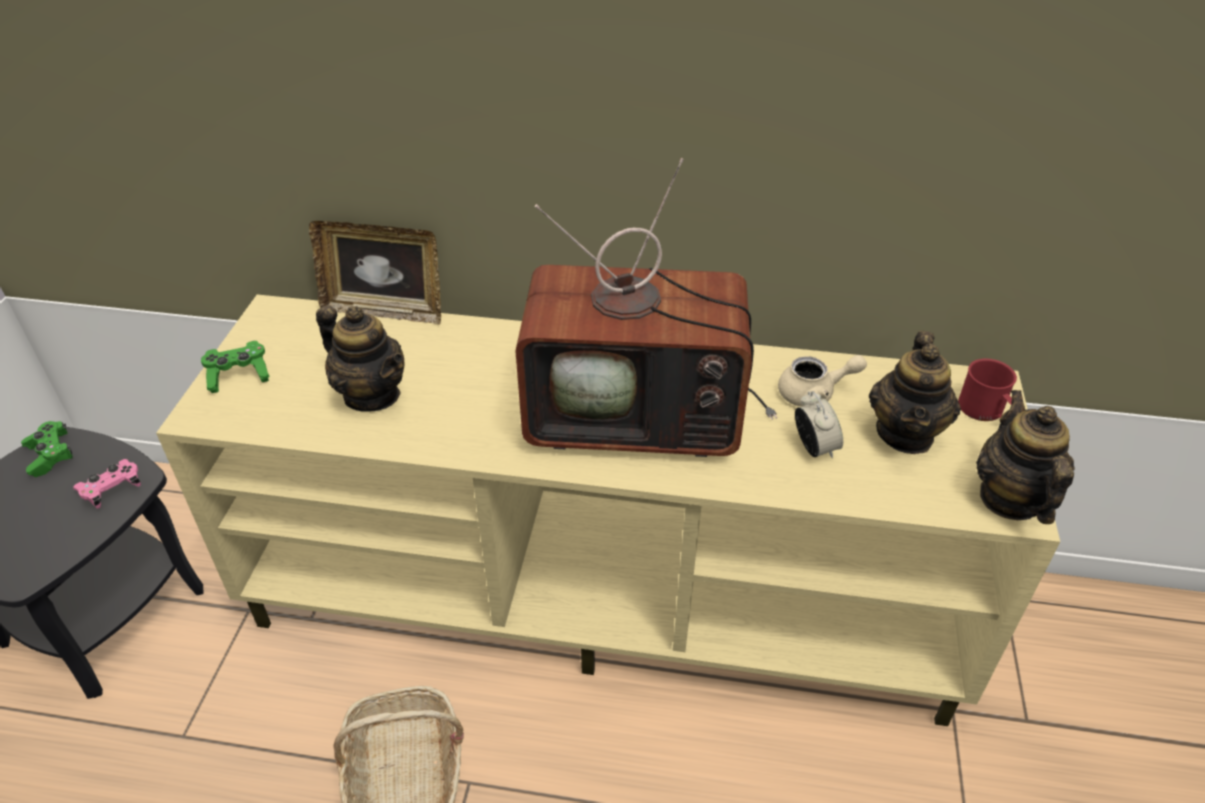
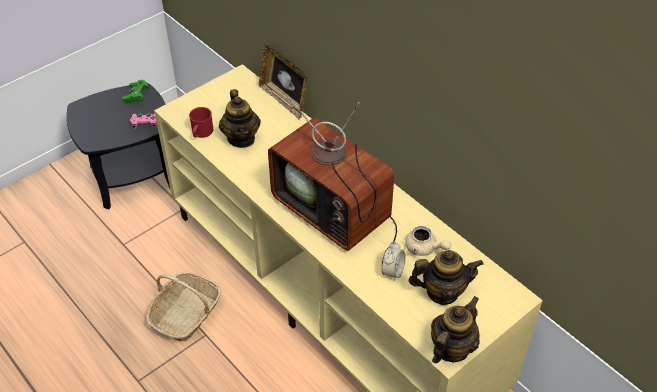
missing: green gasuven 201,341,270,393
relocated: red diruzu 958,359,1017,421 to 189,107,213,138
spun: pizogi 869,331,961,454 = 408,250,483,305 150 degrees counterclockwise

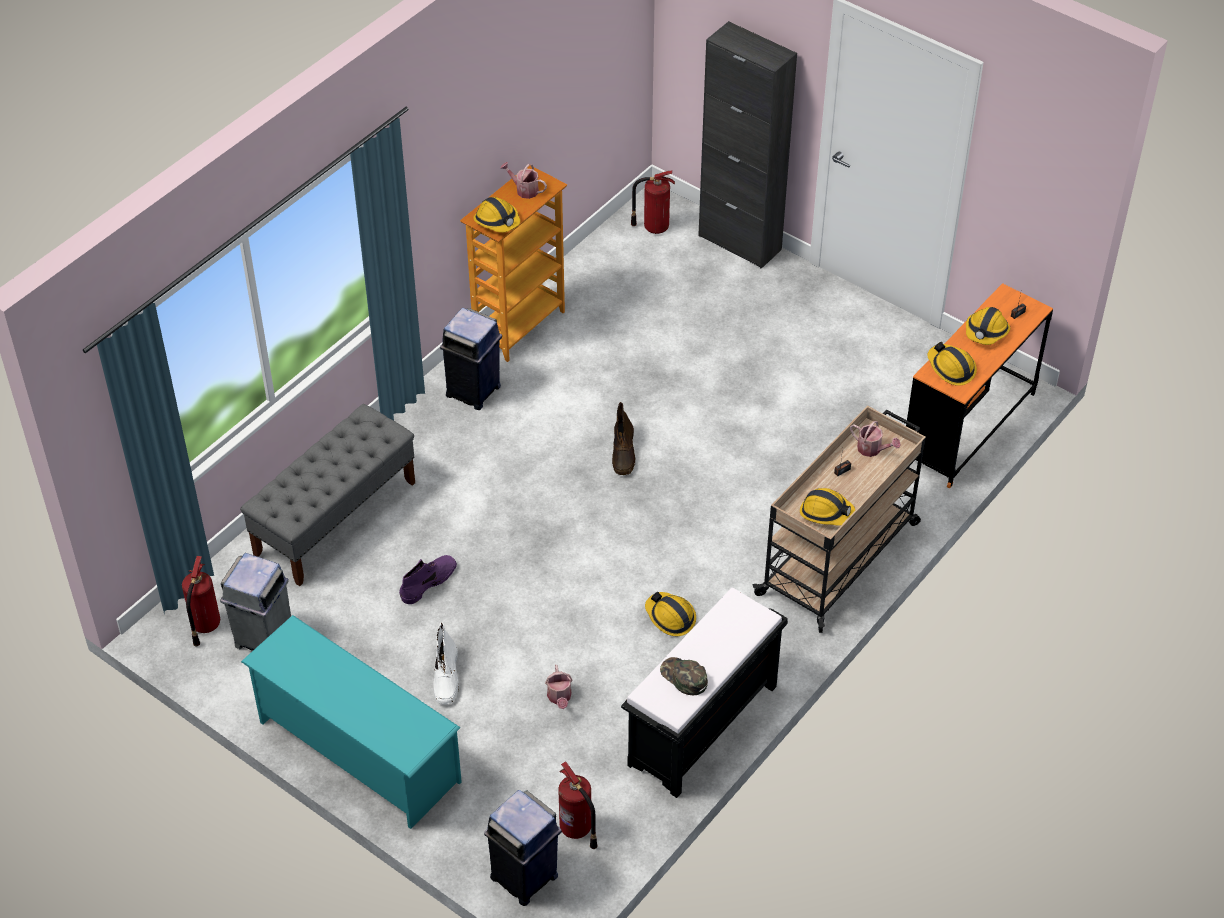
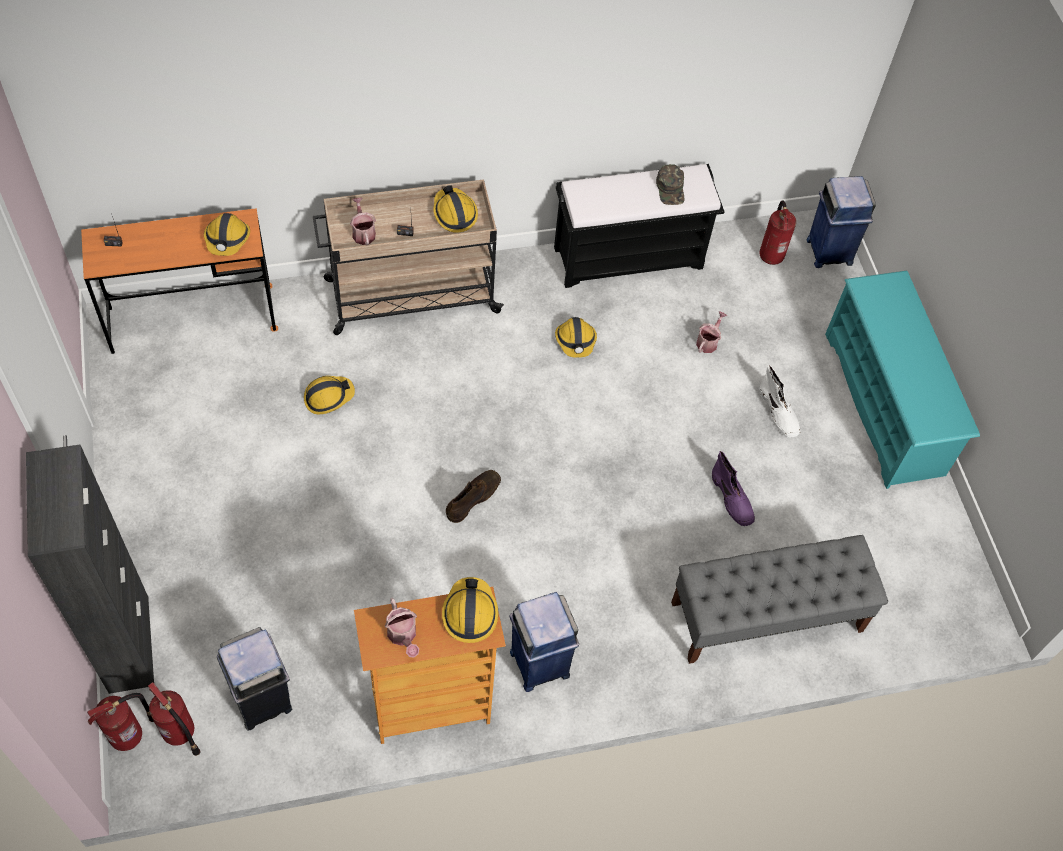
relocated: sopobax 182,556,220,646 to 87,693,154,751; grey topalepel 220,553,291,651 to 217,627,292,730; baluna 966,307,1010,345 to 304,376,355,414
spun: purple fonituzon 399,555,457,604 = 712,451,755,526 105 degrees counterclockwise; white fonituzon 434,622,459,705 = 760,365,800,438 120 degrees clockwise

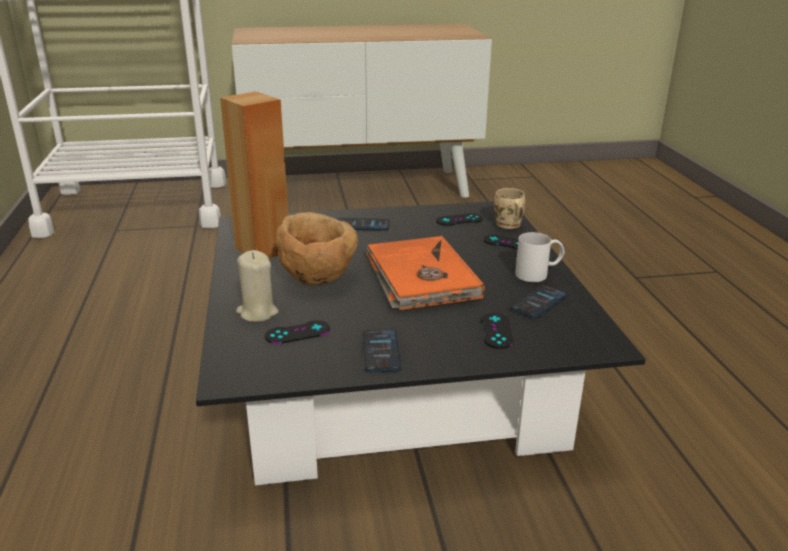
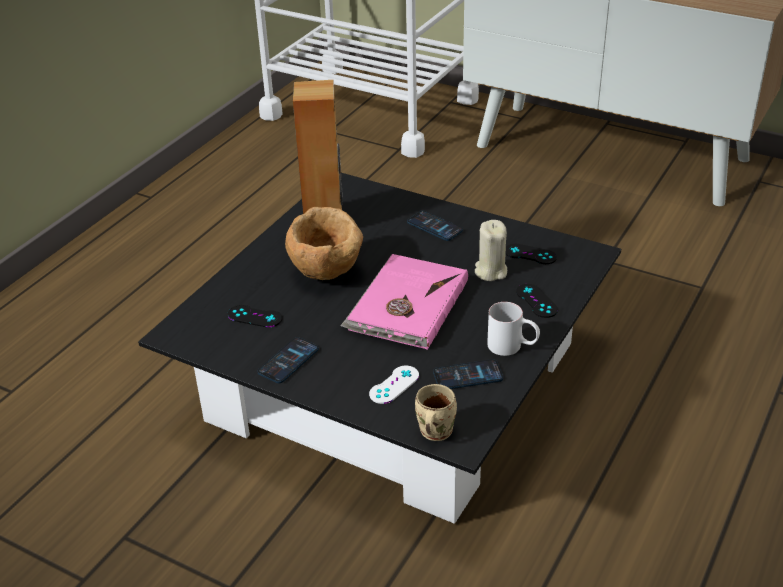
relocated: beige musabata 236,250,279,322 to 475,220,507,281; beige diruzu 494,188,525,229 to 415,384,457,441
colour: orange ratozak 366,236,485,310 to pink ratozak 340,254,468,350; black gasuven 481,313,513,349 to white gasuven 369,366,419,404

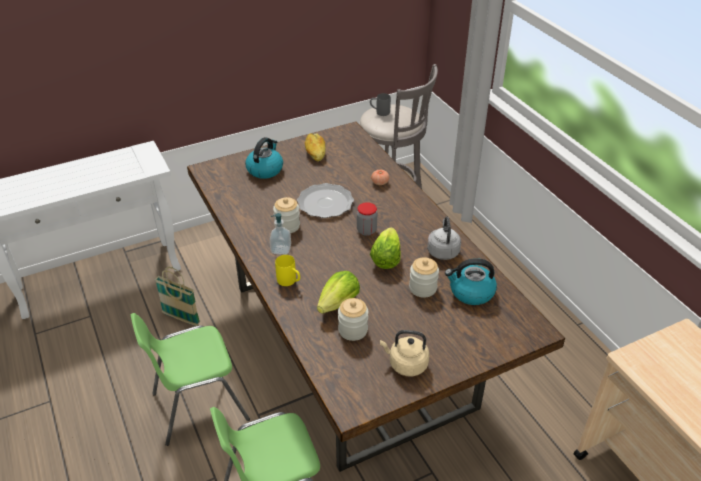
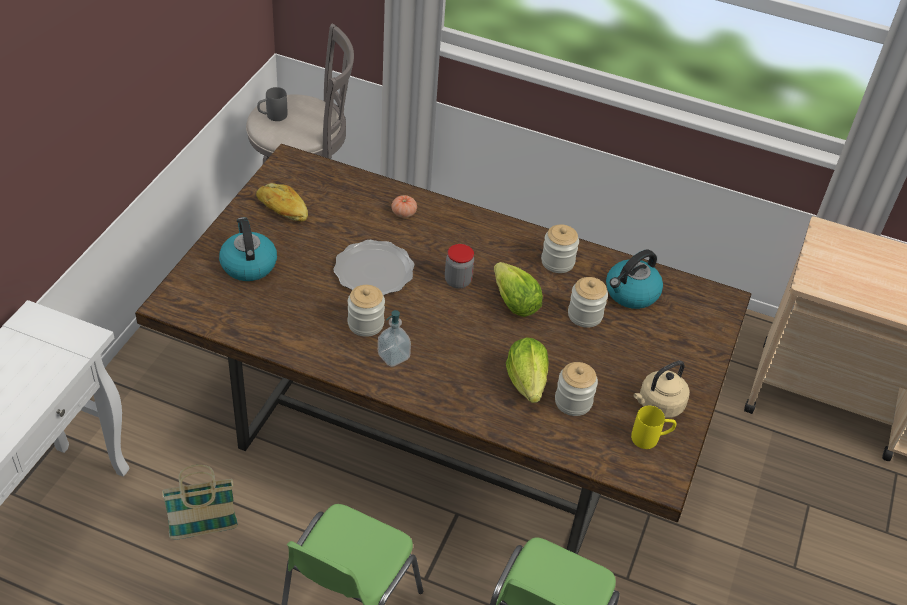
relocated: yellow diruzu 275,255,300,286 to 631,406,676,449
exchanged: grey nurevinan 427,216,461,260 to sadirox 541,224,579,273

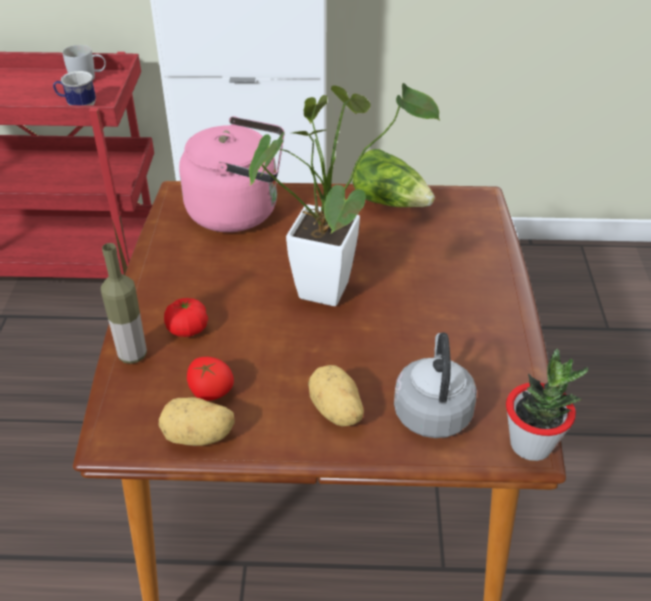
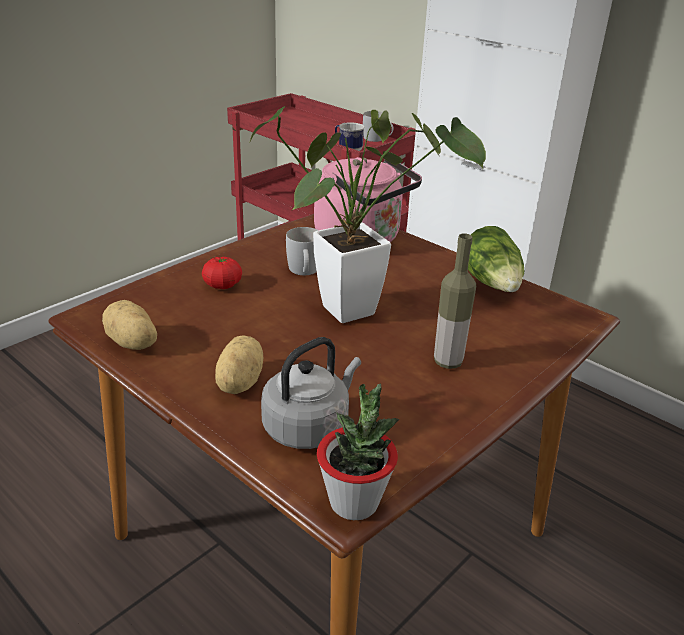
missing: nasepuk 187,357,234,401
appeared: white diruzu 286,227,318,275
relocated: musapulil 101,243,147,364 to 434,233,476,369

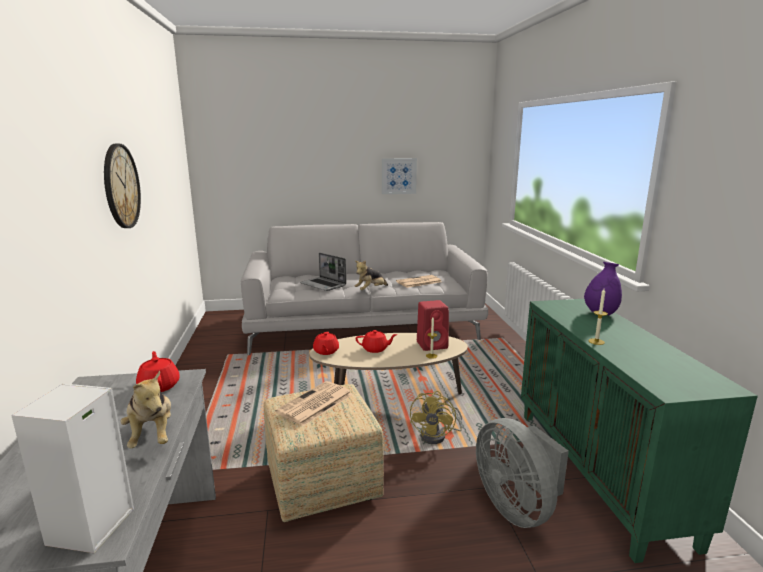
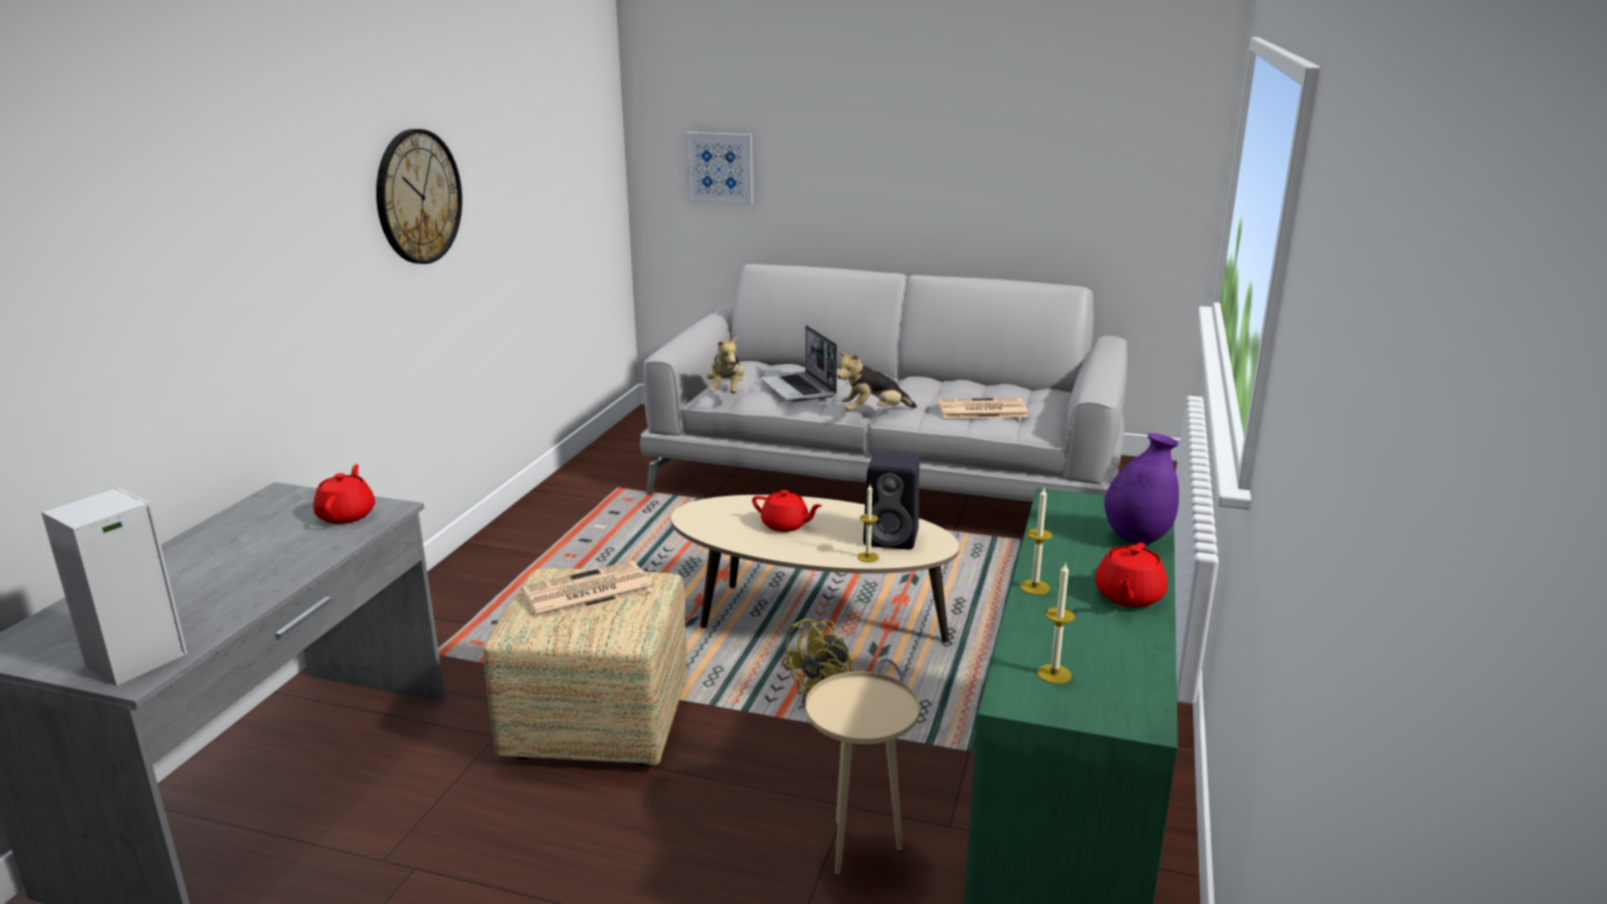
appeared: musabata 1037,562,1075,684
relocated: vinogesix 120,371,171,448 to 707,336,744,394; red pizogi 313,332,339,355 to 1095,542,1167,607; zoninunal 382,158,417,194 to 685,132,753,205
exchanged: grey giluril 476,418,569,528 to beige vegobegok 805,671,920,876
colour: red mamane 417,300,449,351 to black mamane 863,452,920,550

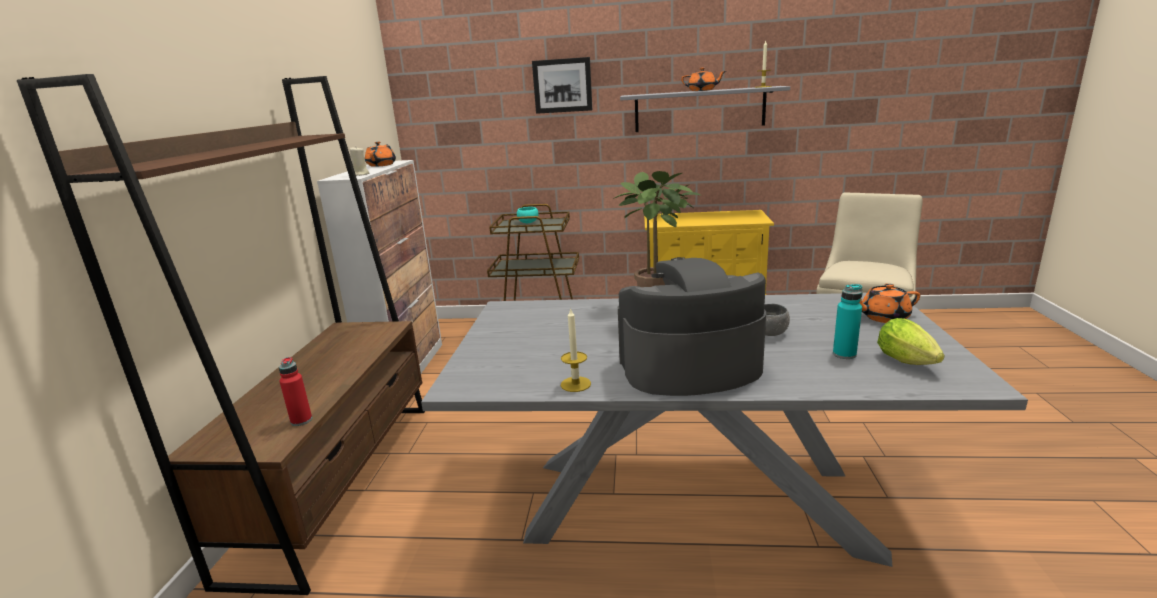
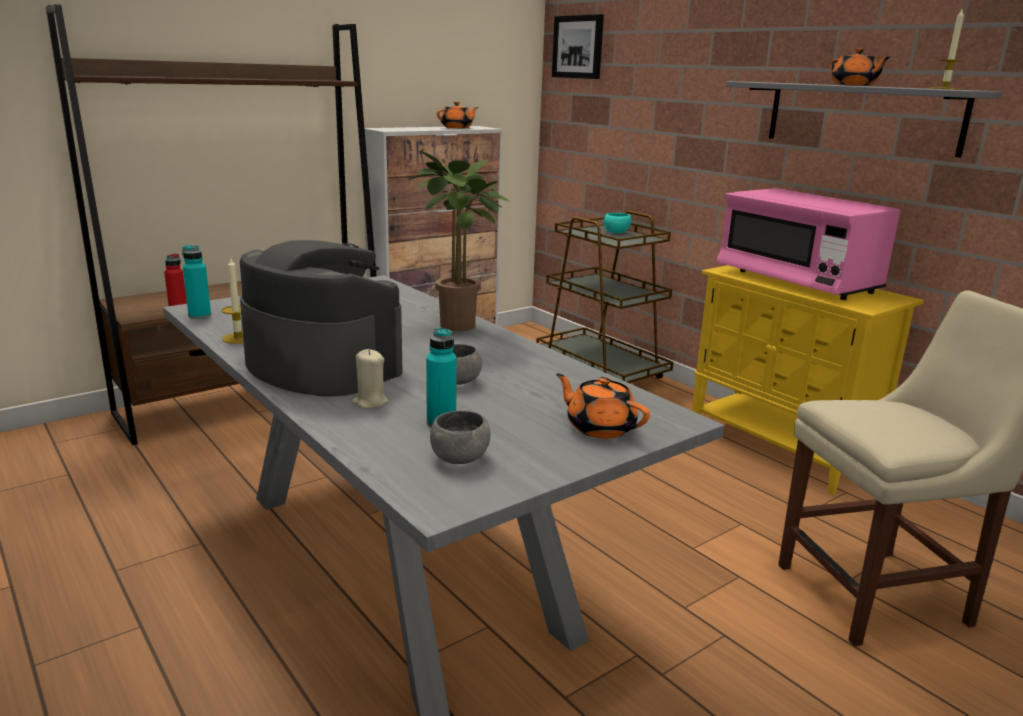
appeared: turquoise musapulil 182,245,211,319; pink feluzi 717,188,900,300
relocated: beige musabata 350,147,369,176 to 352,349,389,409; zoninunal 532,57,592,114 to 552,14,604,79
exchanged: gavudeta 877,318,945,365 to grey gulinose 430,411,490,464

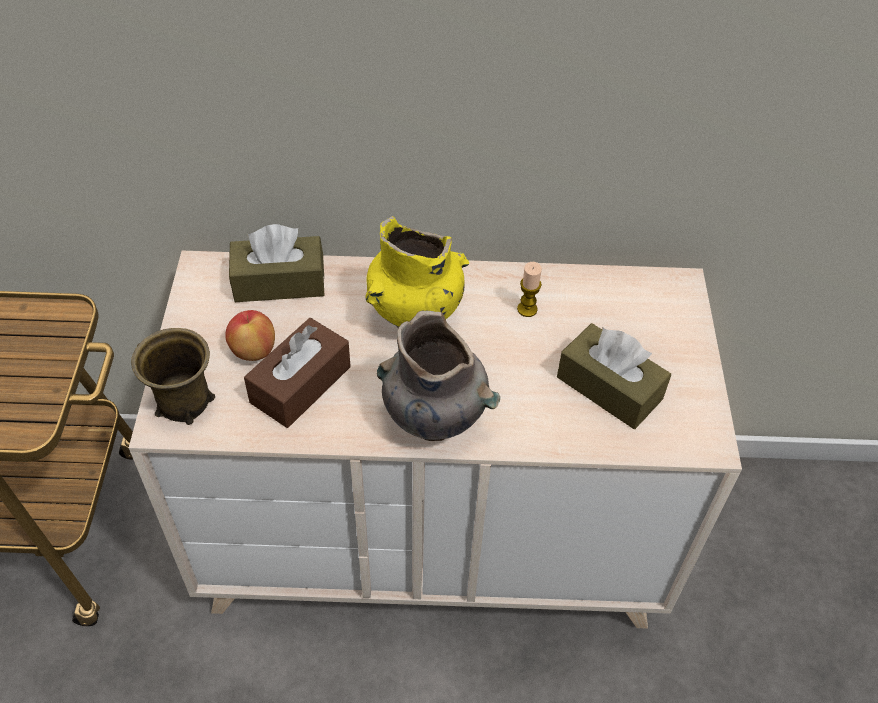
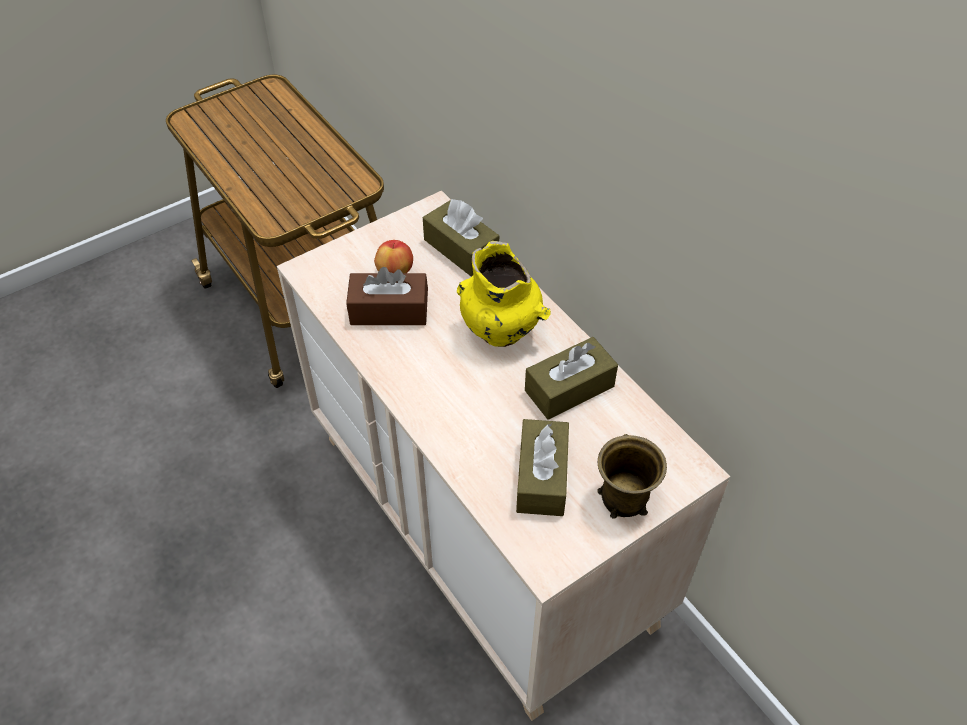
missing: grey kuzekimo 377,310,500,441
relocated: brown diruzu 131,328,215,425 to 597,434,667,518
exchanged: musabata 517,262,542,317 to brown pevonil 525,337,618,420

